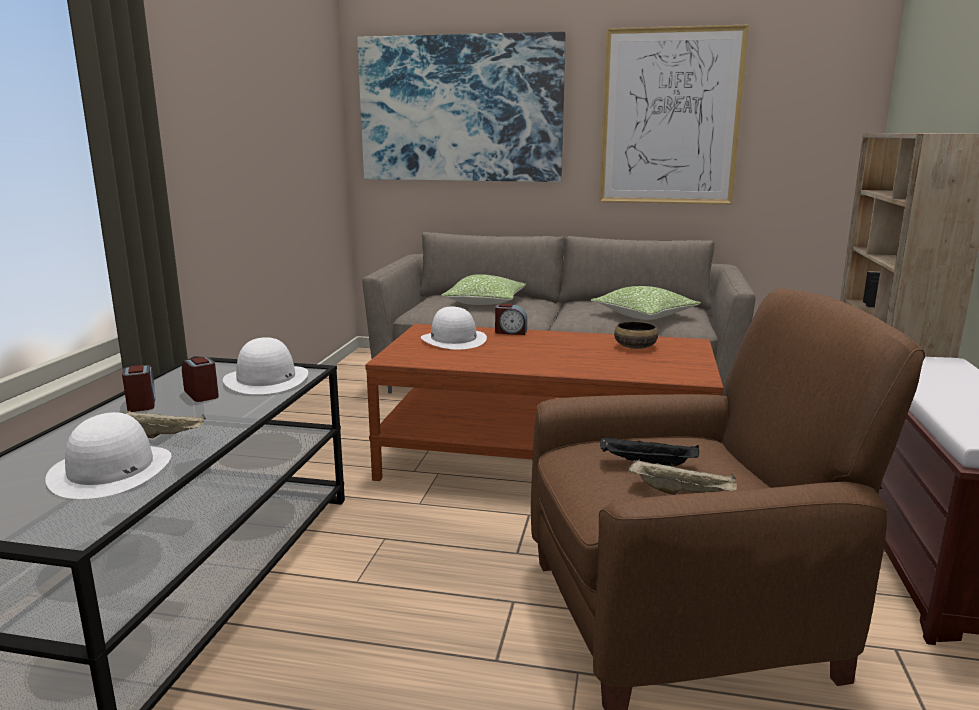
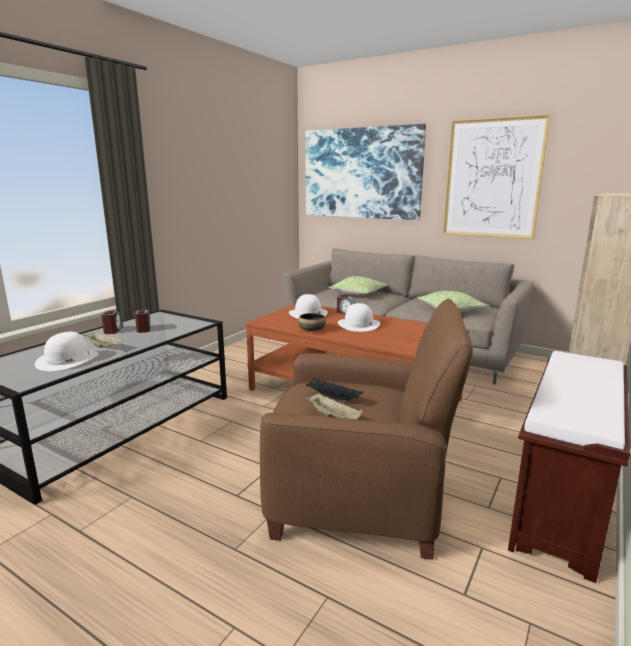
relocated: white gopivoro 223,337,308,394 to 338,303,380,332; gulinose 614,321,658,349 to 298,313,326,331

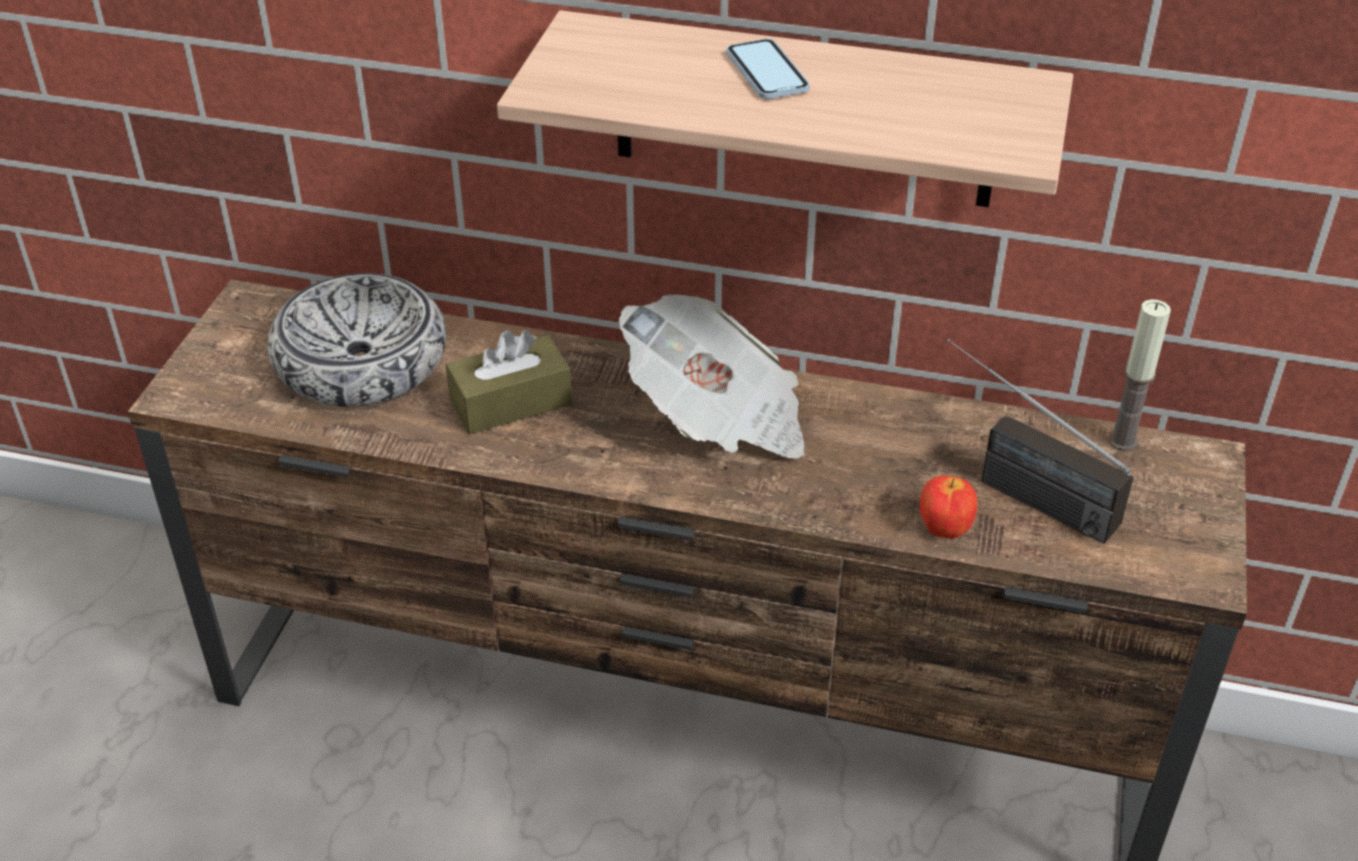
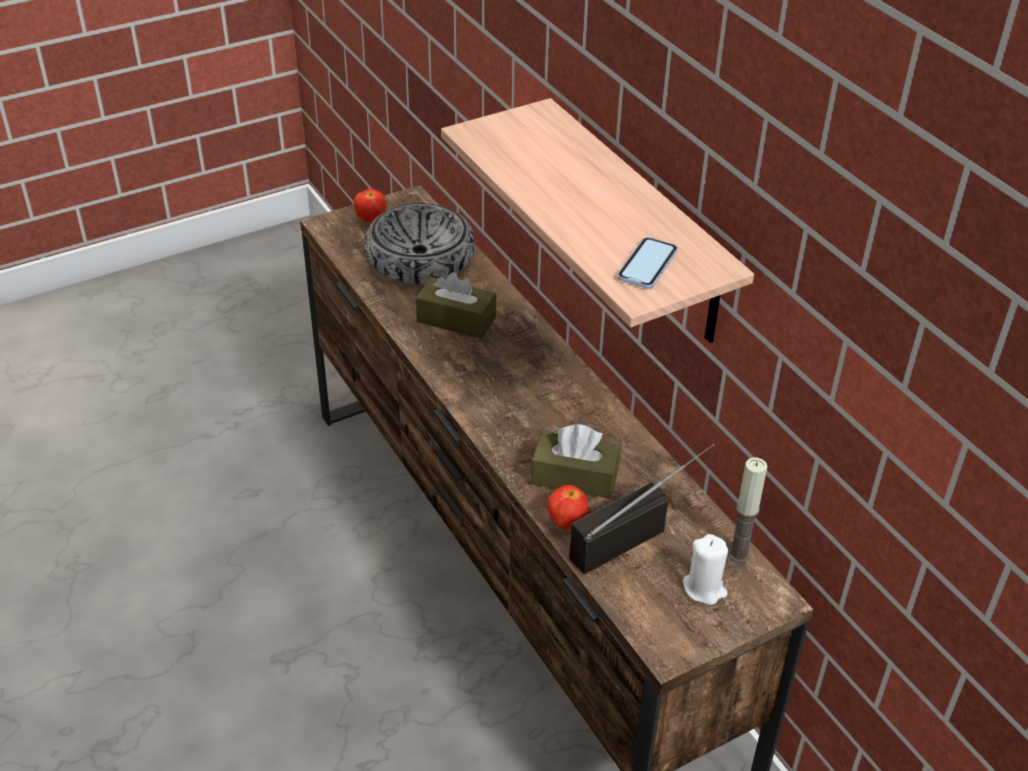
missing: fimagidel 619,295,805,459
appeared: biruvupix 354,188,387,223; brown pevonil 531,424,621,499; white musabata 683,534,728,605
relocated: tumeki 726,39,809,99 to 617,237,678,289
spun: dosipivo 947,338,1134,544 = 569,444,715,574 60 degrees clockwise

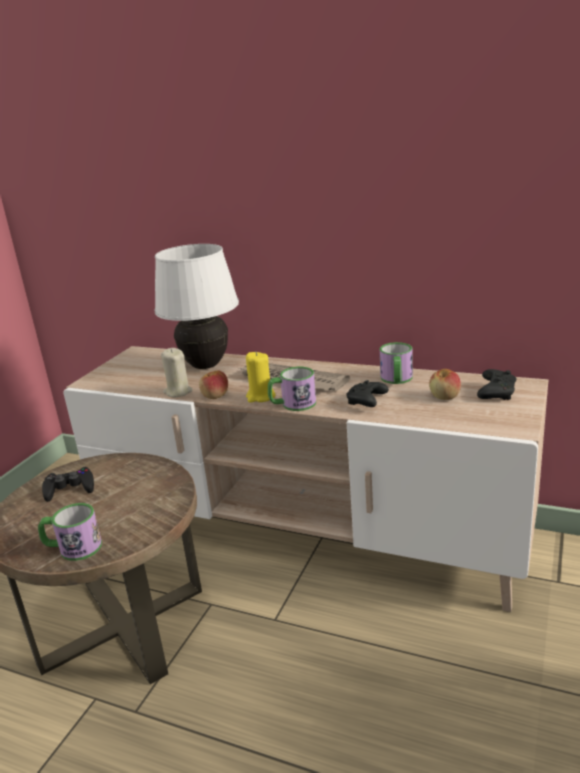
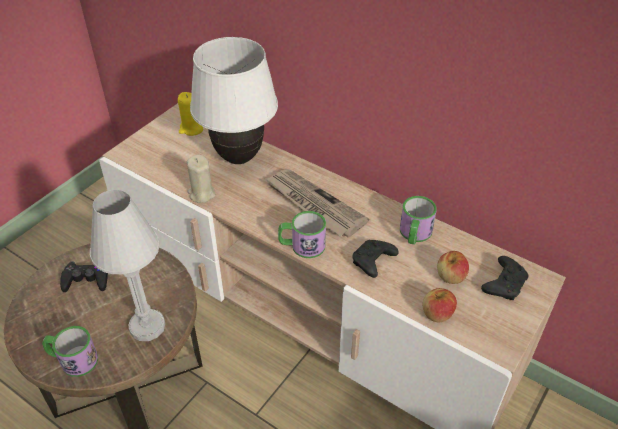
appeared: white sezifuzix 90,190,165,341
relocated: biruvupix 199,370,228,399 to 423,288,457,323; yellow musabata 246,352,276,403 to 178,92,203,136

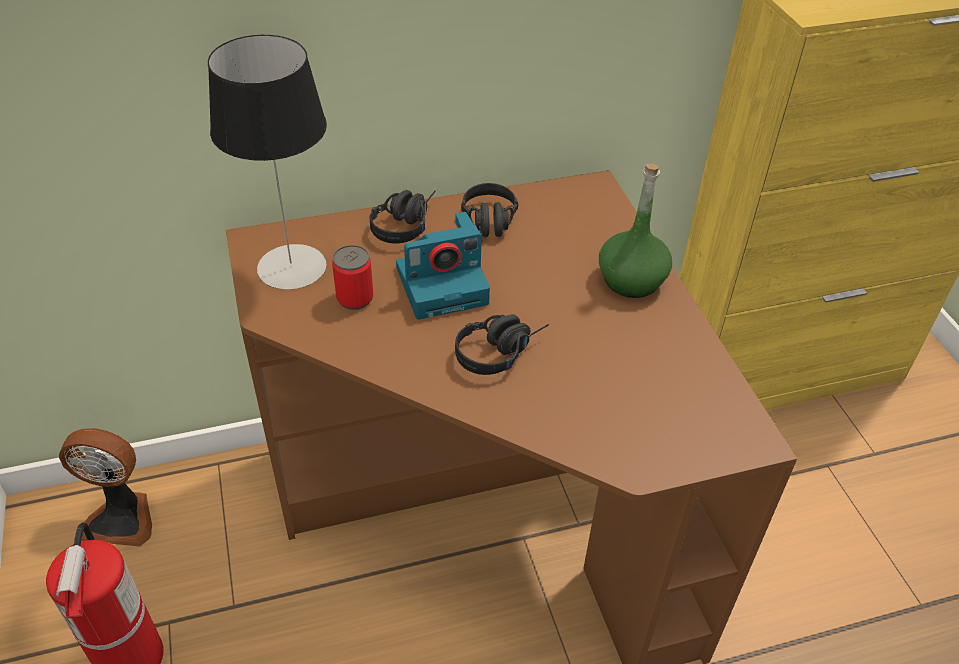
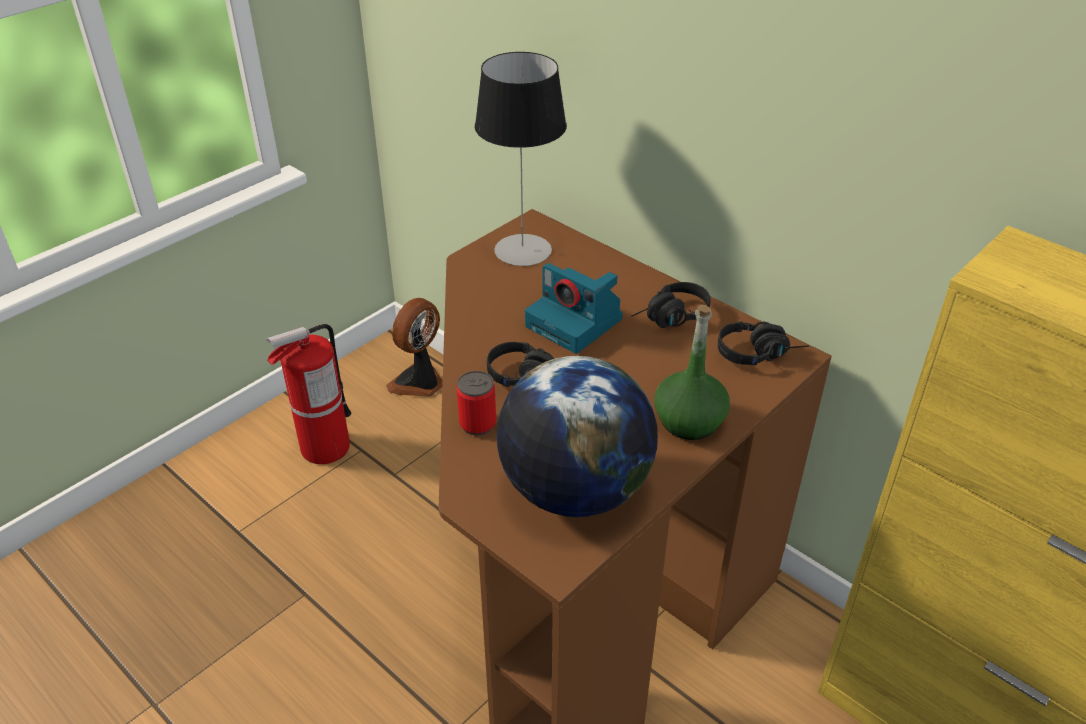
appeared: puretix 497,356,658,517
relocated: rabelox 332,245,373,310 to 457,371,496,435; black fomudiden 369,190,436,244 to 718,321,809,365
spun: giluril 59,428,152,547 = 386,298,443,397 60 degrees clockwise

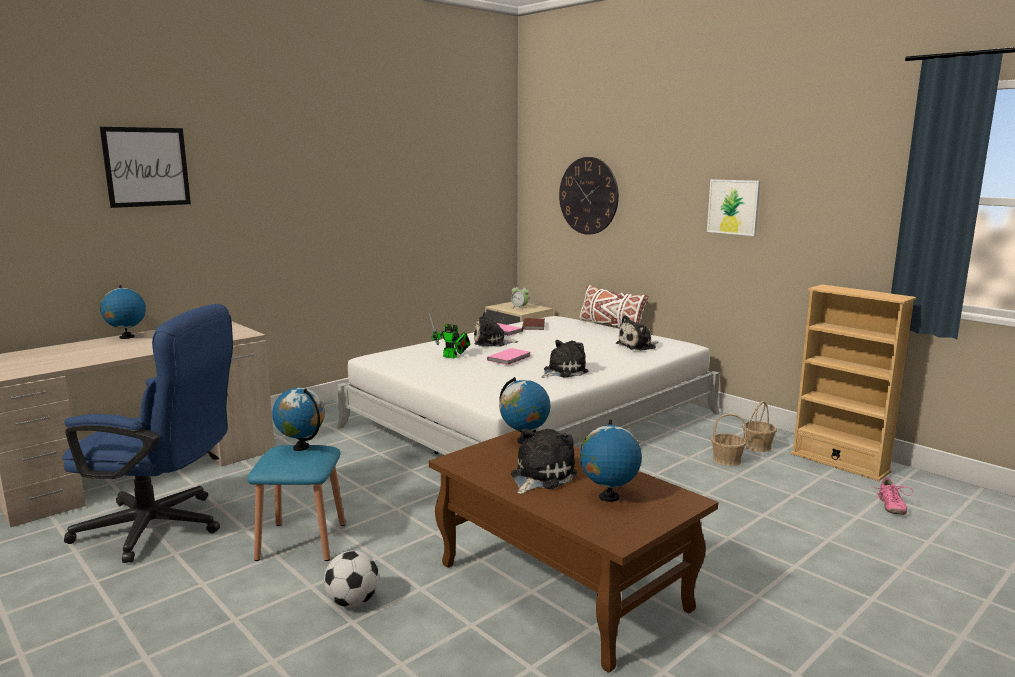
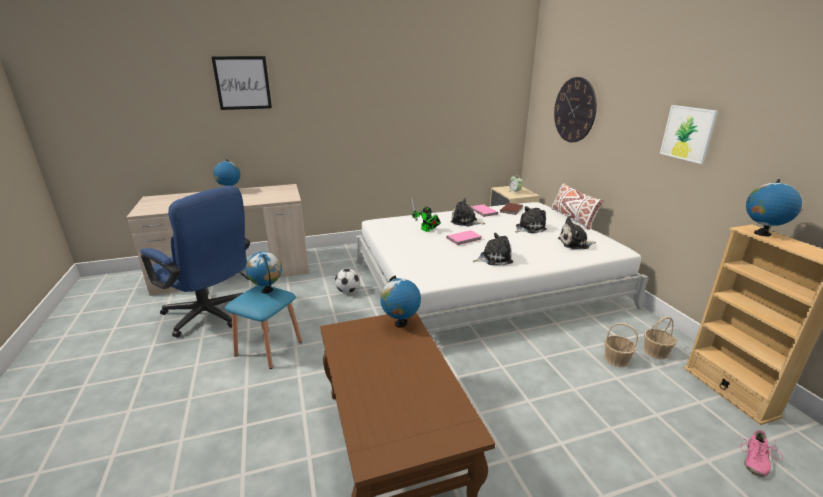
relocated: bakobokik 324,551,379,607 to 335,269,360,293; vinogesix 511,429,577,494 to 515,206,547,233; puretix 580,420,642,502 to 746,179,802,236

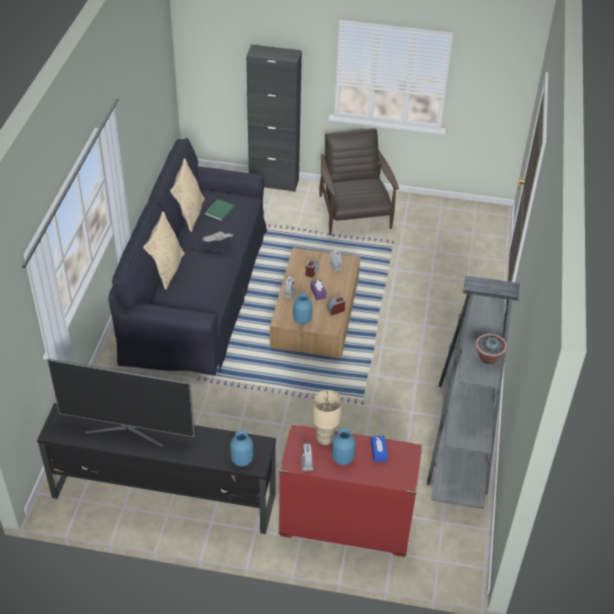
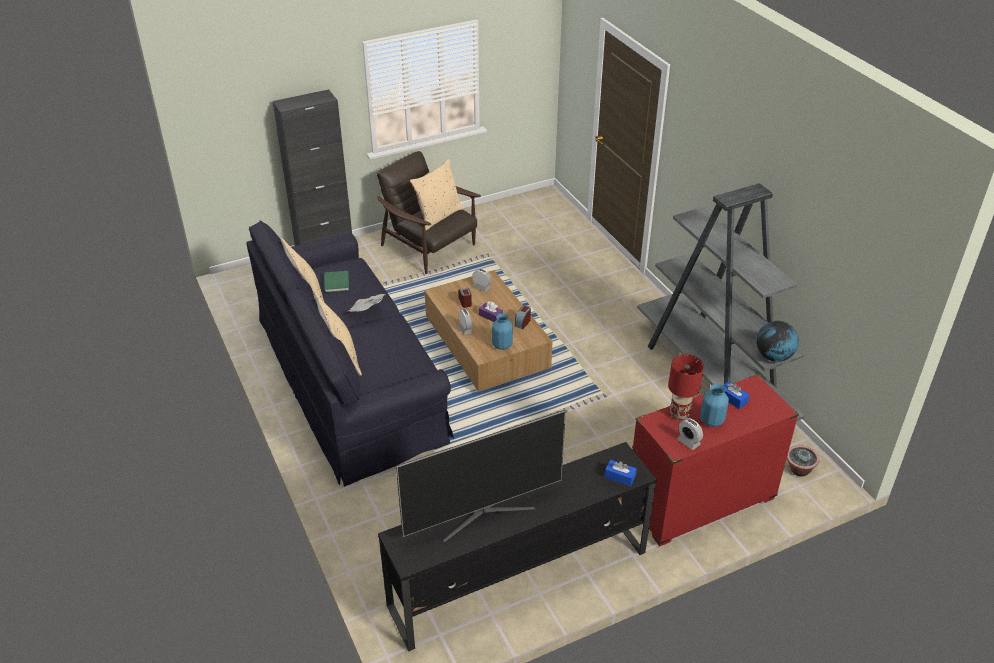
appeared: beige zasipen 410,159,464,230; puretix 756,321,799,362
relocated: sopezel 475,334,507,364 to 787,445,820,477
exchanged: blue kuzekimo 230,430,253,466 to blue pevonil 605,460,637,486
colour: beige sezifuzix 312,390,342,445 to red sezifuzix 668,354,704,420

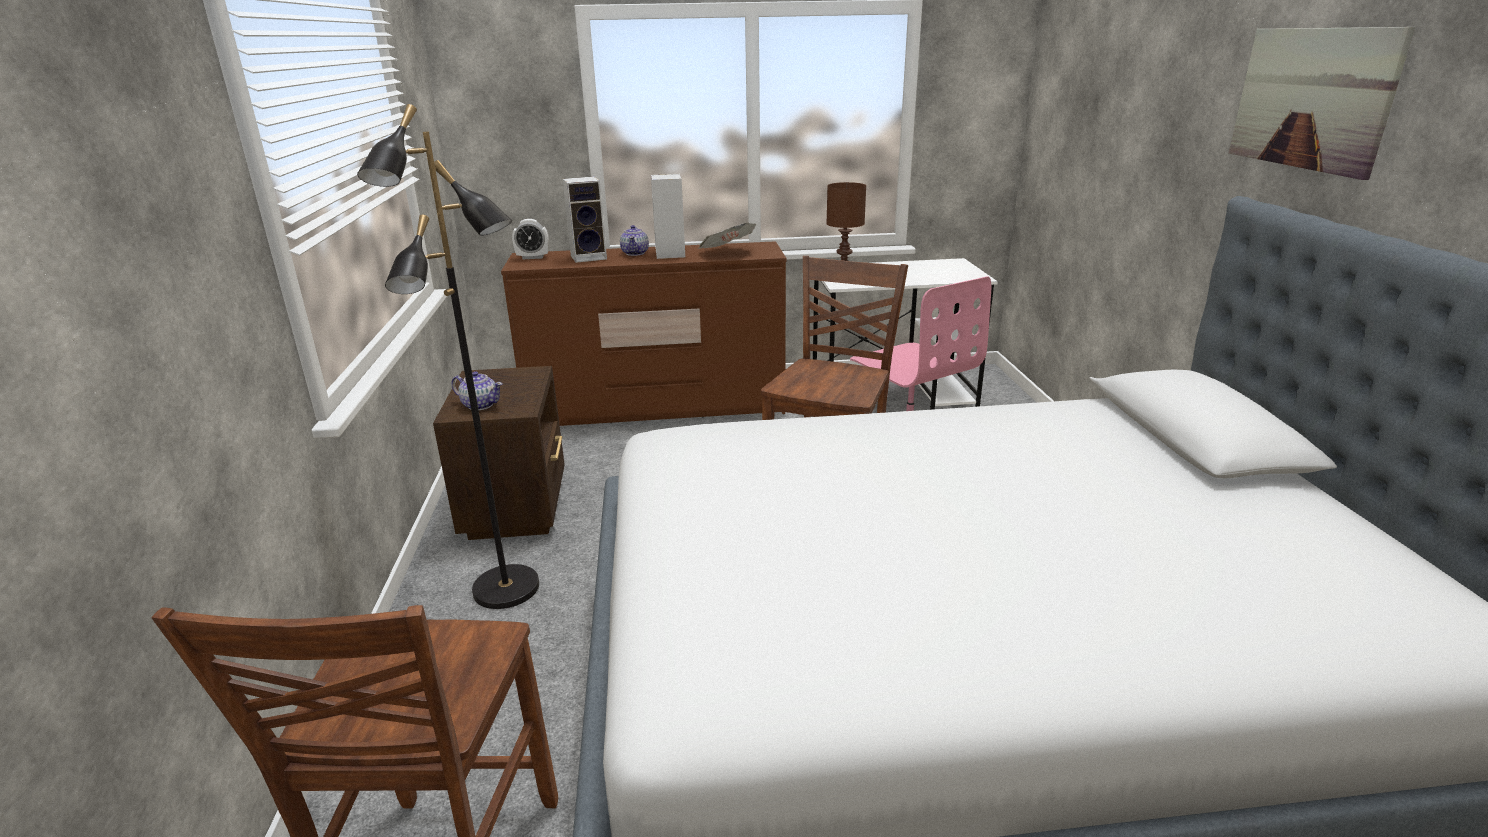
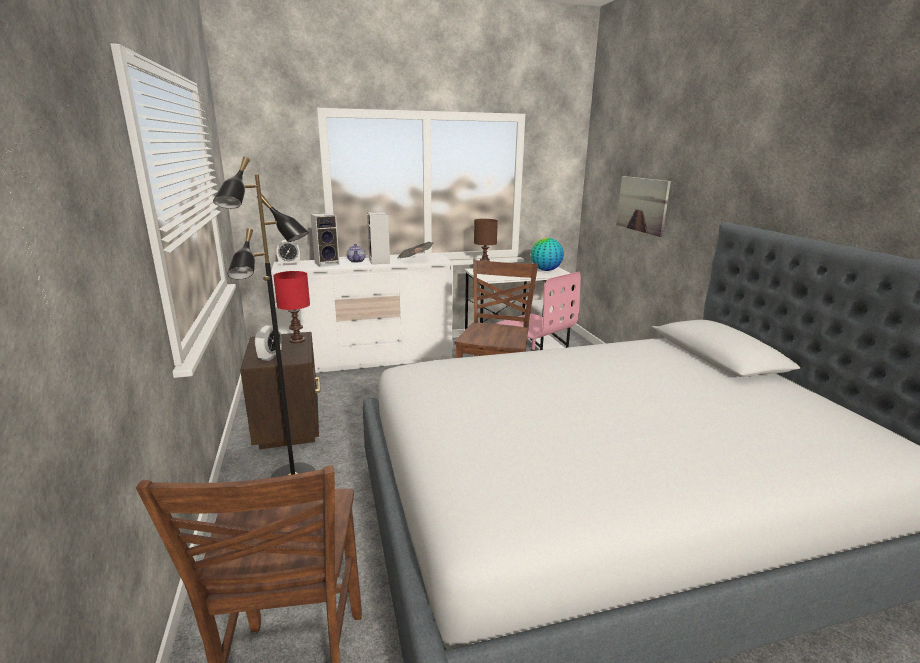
appeared: red sezifuzix 273,271,310,343; puretix 531,238,564,271
relocated: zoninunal 1229,27,1415,180 to 616,176,671,237
exchanged: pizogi 451,371,503,410 to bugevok 255,325,281,361
colour: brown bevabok 501,241,786,426 to white bevabok 271,254,453,373

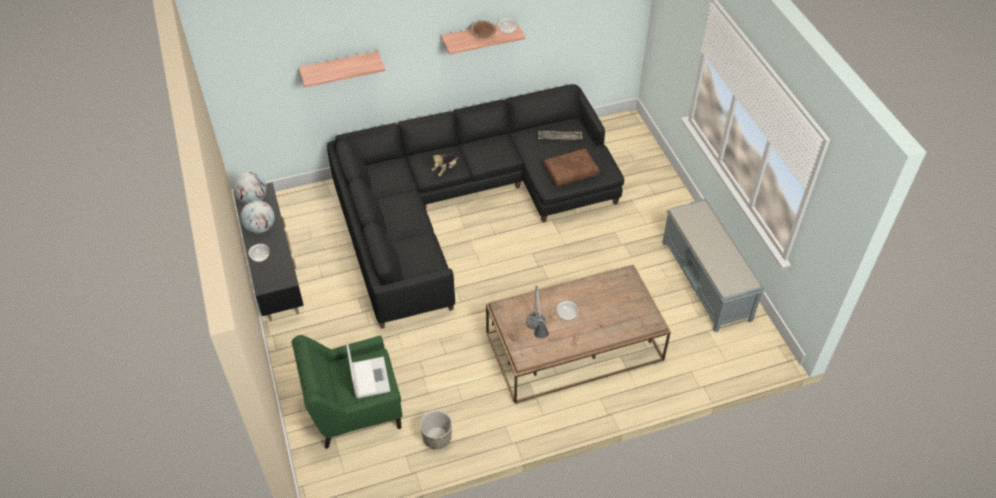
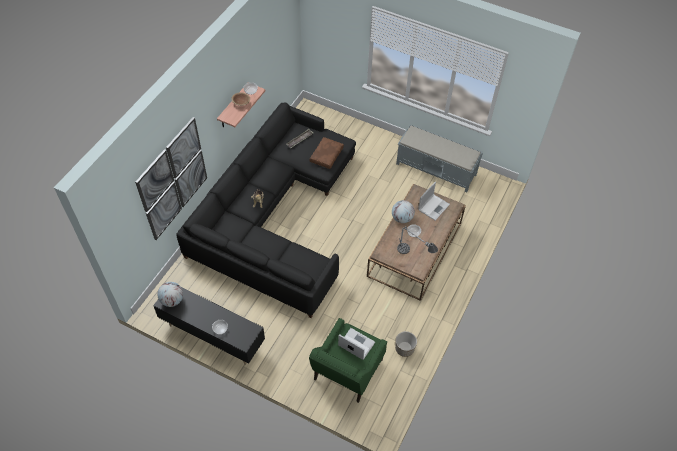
appeared: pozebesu 418,182,450,220
relocated: puretix 240,200,275,233 to 392,200,415,223
exchanged: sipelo 299,51,385,87 to zoninunal 135,117,207,240

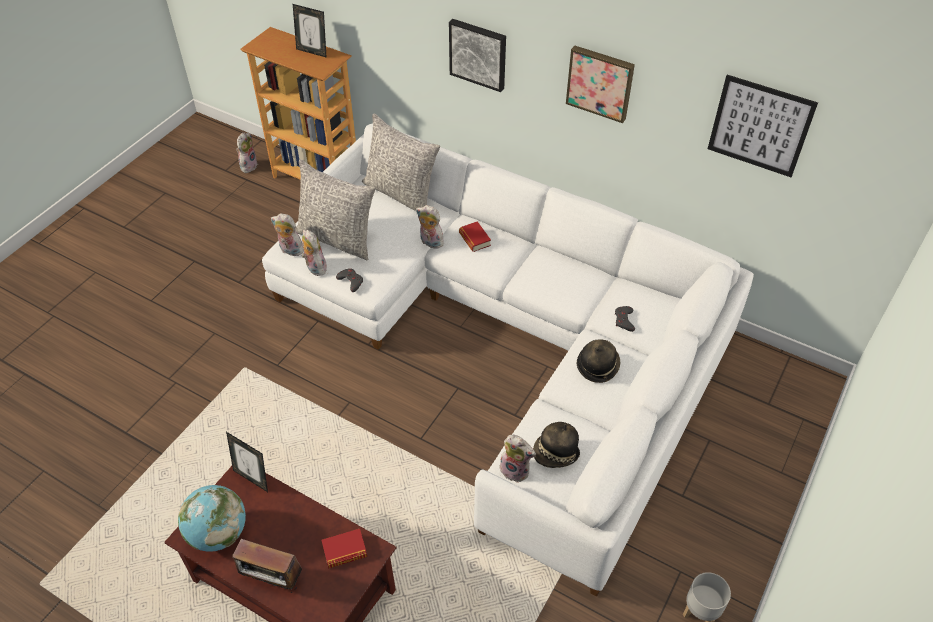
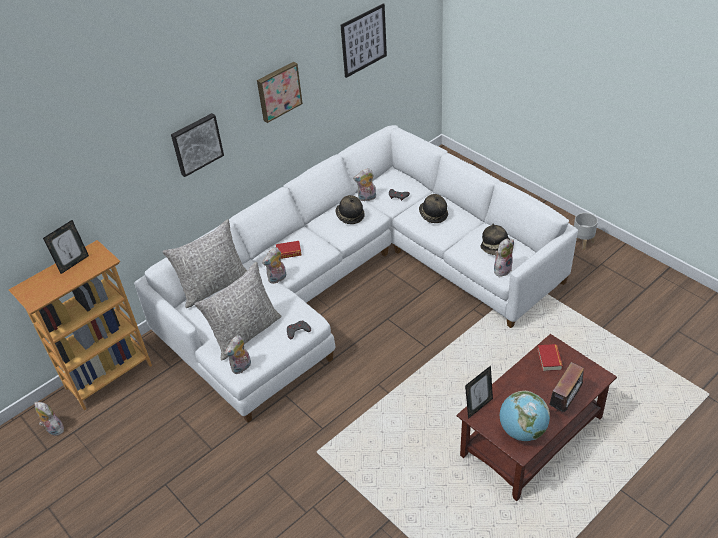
appeared: gopivoro 336,195,365,224
relocated: vinogesix 302,229,327,276 to 353,168,376,202

